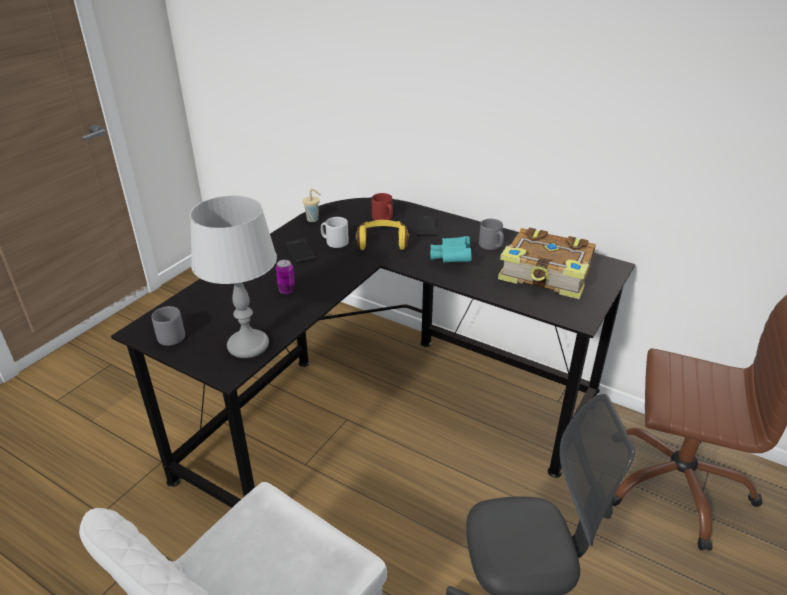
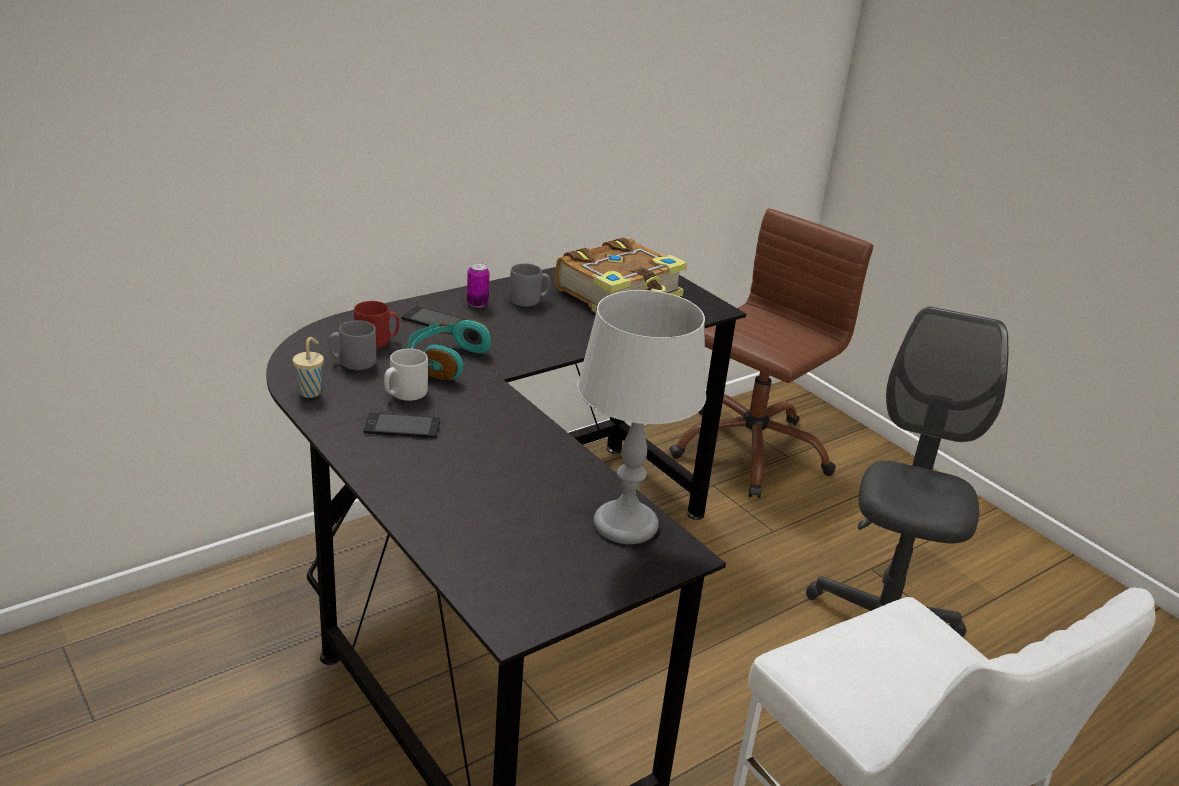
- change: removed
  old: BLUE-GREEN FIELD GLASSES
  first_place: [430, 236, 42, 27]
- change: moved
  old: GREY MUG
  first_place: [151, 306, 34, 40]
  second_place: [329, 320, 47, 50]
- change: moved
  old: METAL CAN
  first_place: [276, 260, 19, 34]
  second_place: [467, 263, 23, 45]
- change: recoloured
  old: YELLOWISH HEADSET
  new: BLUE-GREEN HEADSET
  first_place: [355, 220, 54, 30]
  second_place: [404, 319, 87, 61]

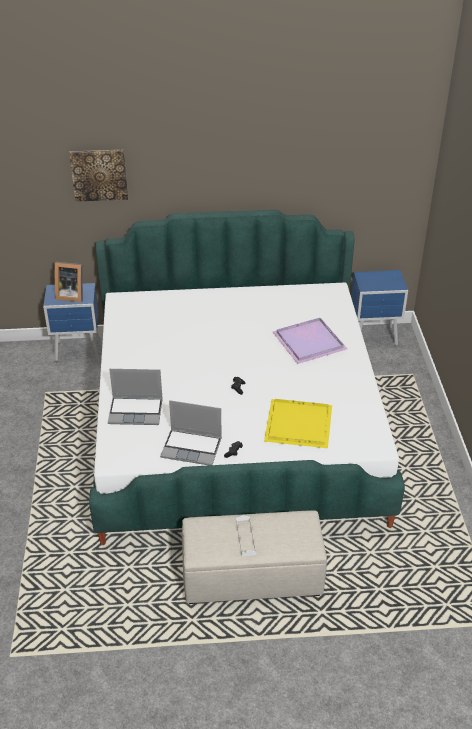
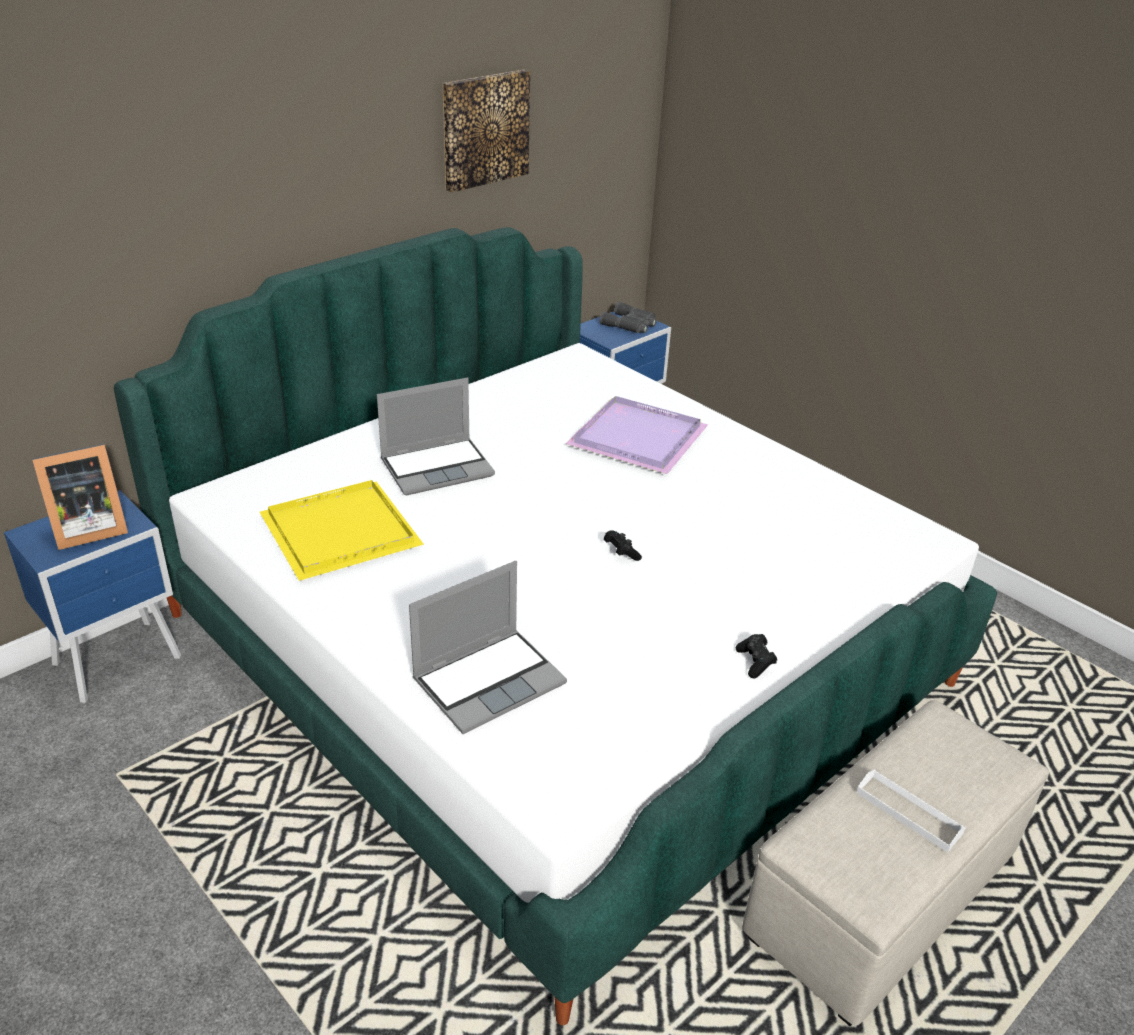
- change: added
  new: GREY FIELD GLASSES
  second_place: [599, 302, 58, 31]
- change: moved
  old: PICTURE
  first_place: [69, 150, 59, 52]
  second_place: [443, 70, 87, 123]
- change: moved
  old: PORTABLE COMPUTER
  first_place: [160, 400, 62, 65]
  second_place: [377, 378, 118, 117]
- change: moved
  old: YELLOWISH TRAY
  first_place: [264, 399, 68, 49]
  second_place: [260, 480, 164, 101]

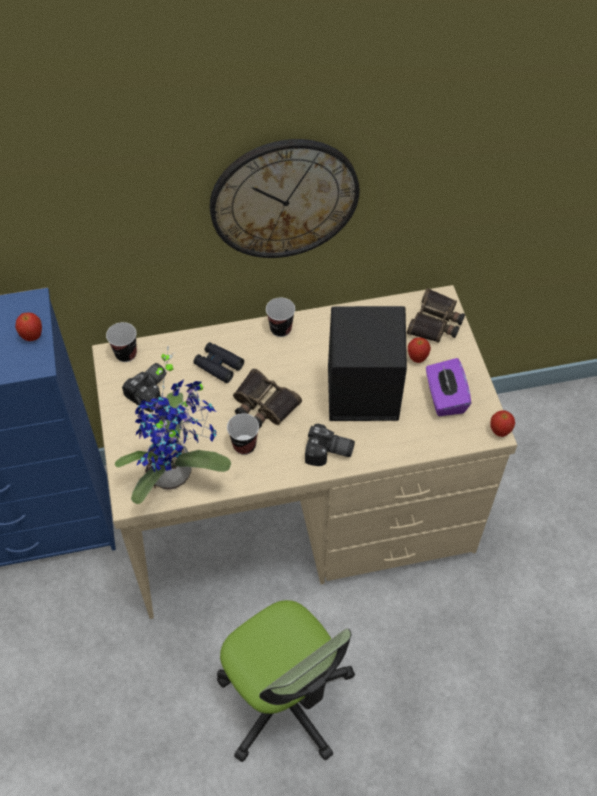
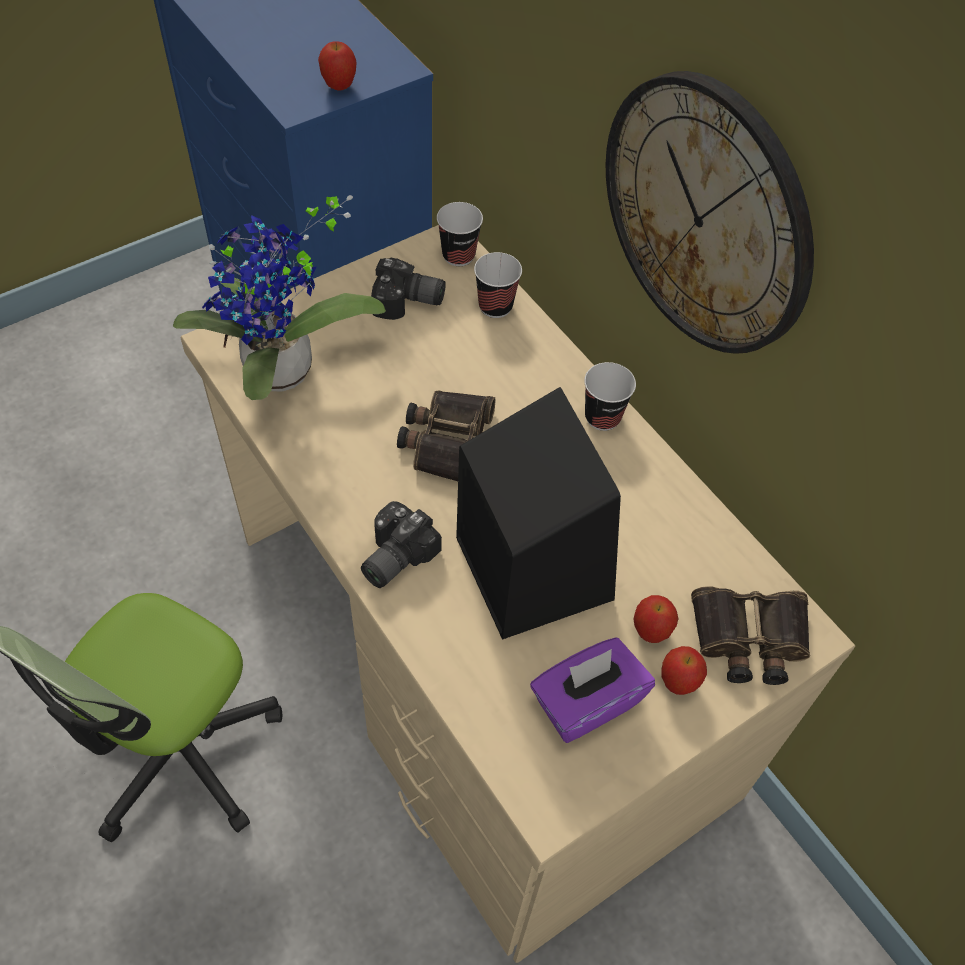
- change: removed
  old: BLACK-COLOURED FIELD GLASSES
  first_place: [193, 342, 51, 41]
- change: moved
  old: SMALL CUP
  first_place: [227, 413, 32, 42]
  second_place: [474, 252, 48, 66]
- change: moved
  old: APPLE
  first_place: [490, 410, 25, 27]
  second_place: [661, 646, 46, 49]
- change: turned
  old: PHOTO CAMERA
  first_place: [305, 424, 50, 42]
  second_place: [361, 501, 81, 87]
  degrees: 45

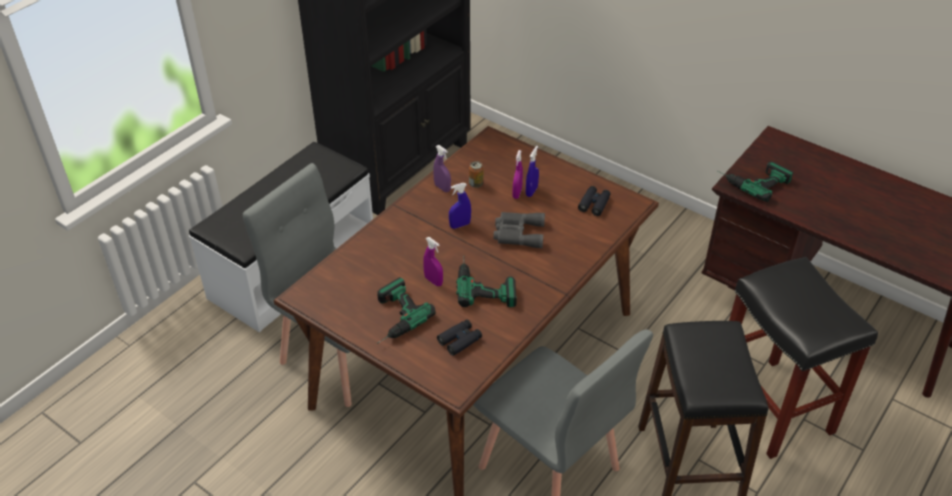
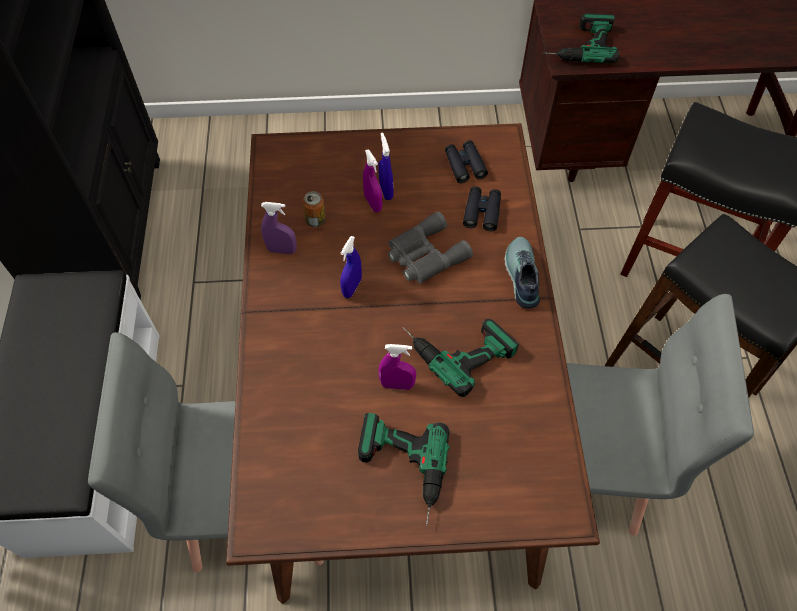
- change: added
  new: LOW SHOE
  second_place: [504, 237, 36, 71]
- change: moved
  old: BLACK-COLOURED FIELD GLASSES
  first_place: [437, 319, 45, 37]
  second_place: [463, 186, 38, 45]

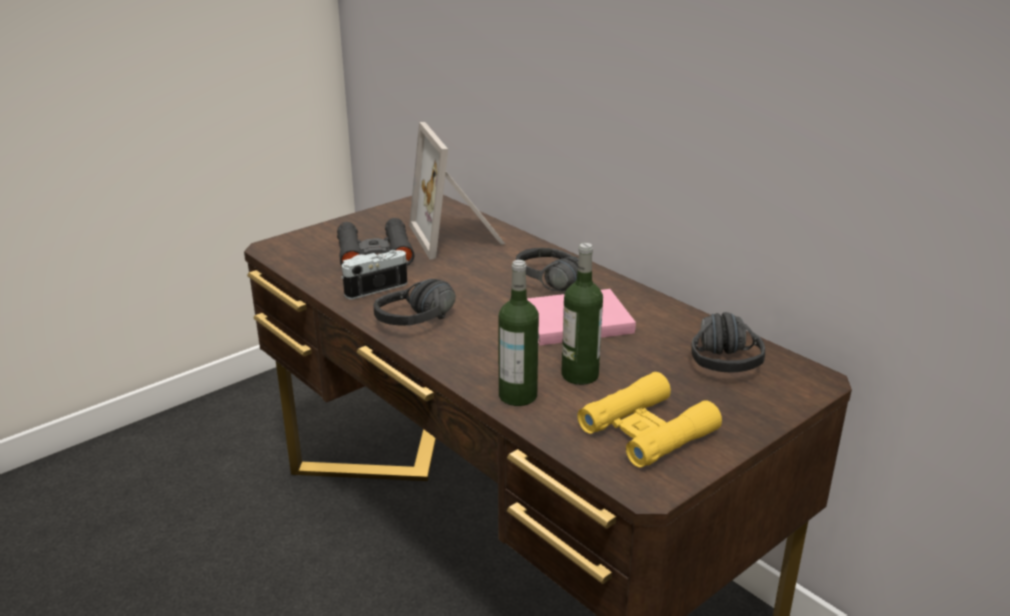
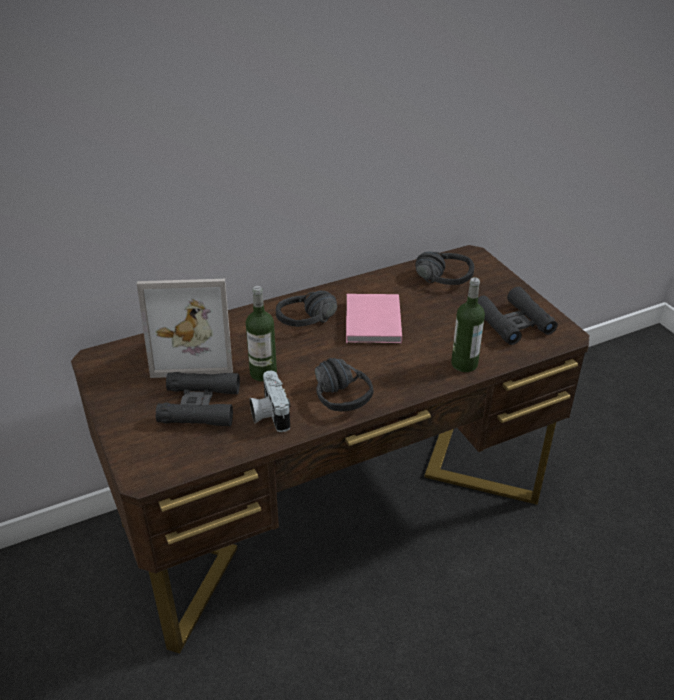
- change: moved
  old: BEVERAGE BOTTLE
  first_place: [561, 243, 42, 142]
  second_place: [246, 286, 31, 96]
- change: recoloured
  old: YELLOWISH FIELD GLASSES
  new: BLACK-COLOURED FIELD GLASSES
  first_place: [577, 372, 145, 96]
  second_place: [478, 287, 80, 58]

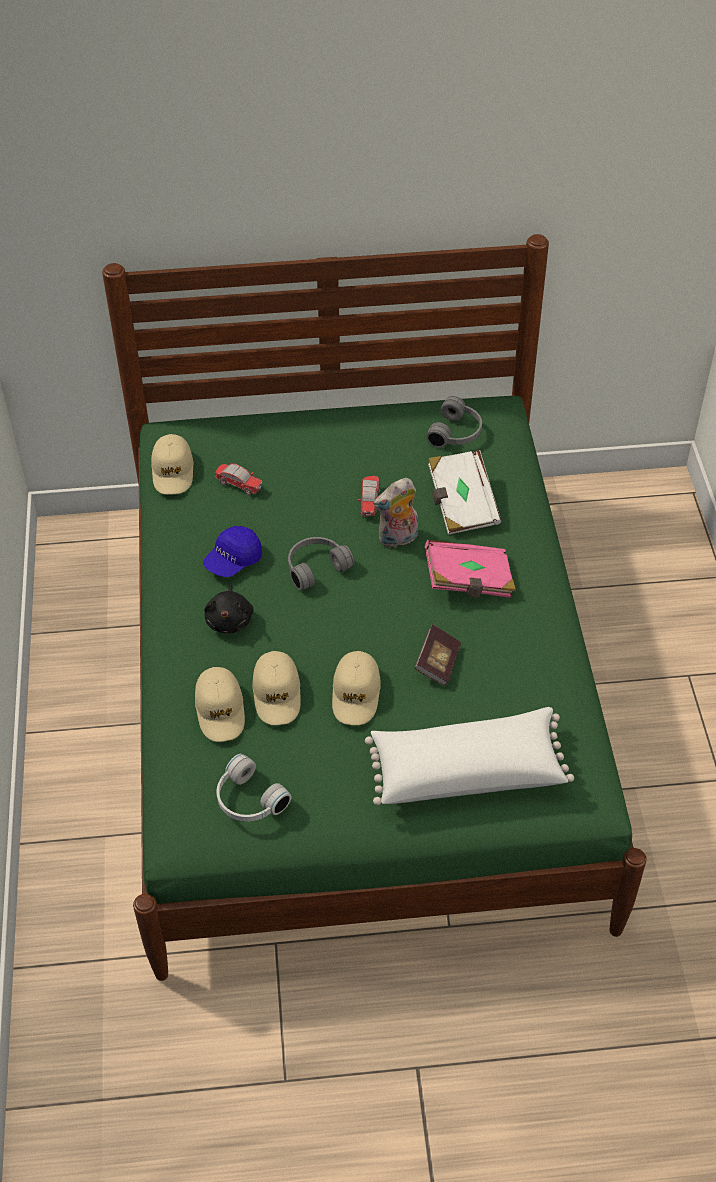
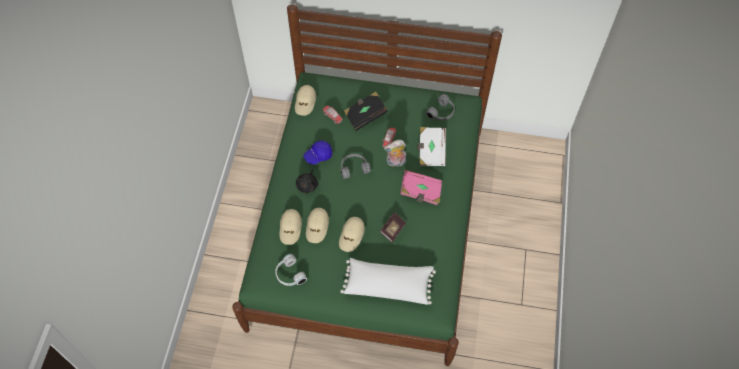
- change: added
  new: BLACK-COLOURED VOLUME
  second_place: [344, 92, 44, 39]

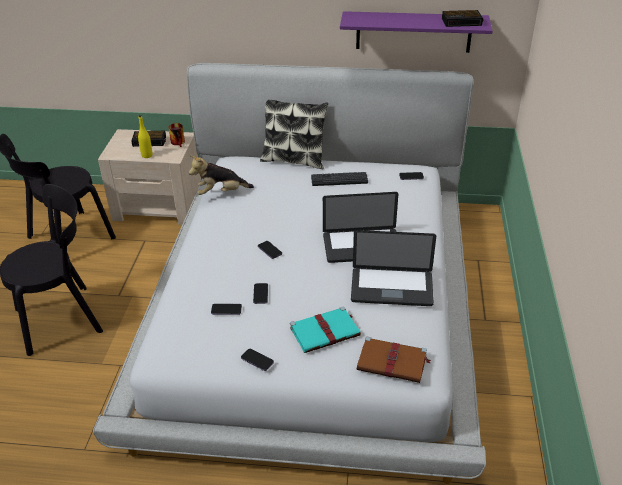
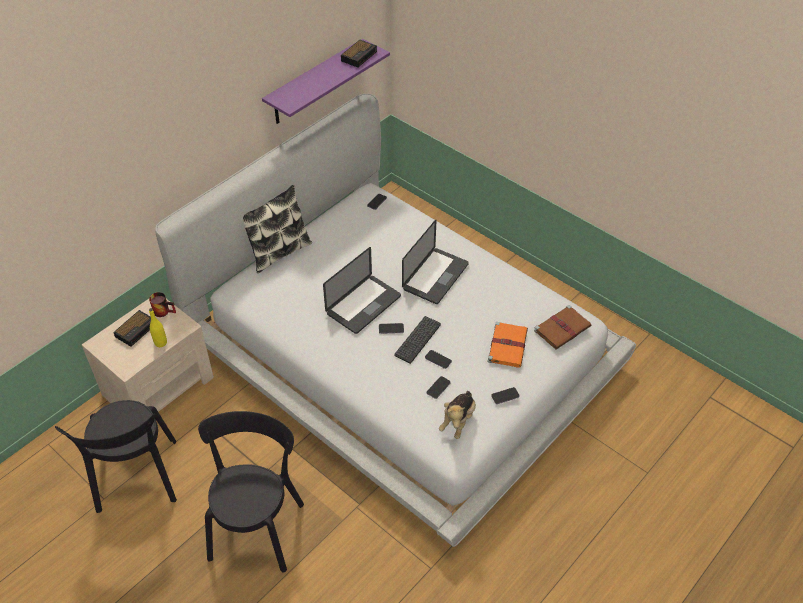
- change: moved
  old: CUDDLY TOY
  first_place: [189, 155, 65, 40]
  second_place: [439, 391, 37, 48]
- change: moved
  old: KEYBOARD
  first_place: [311, 172, 57, 14]
  second_place: [394, 316, 47, 48]
- change: moved
  old: PORTABLE COMPUTER
  first_place: [351, 230, 85, 76]
  second_place: [323, 247, 78, 87]
- change: recoloured
  old: BLUE-GREEN VOLUME
  new: ORANGEY VOLUME
  first_place: [290, 306, 71, 47]
  second_place: [488, 322, 40, 46]

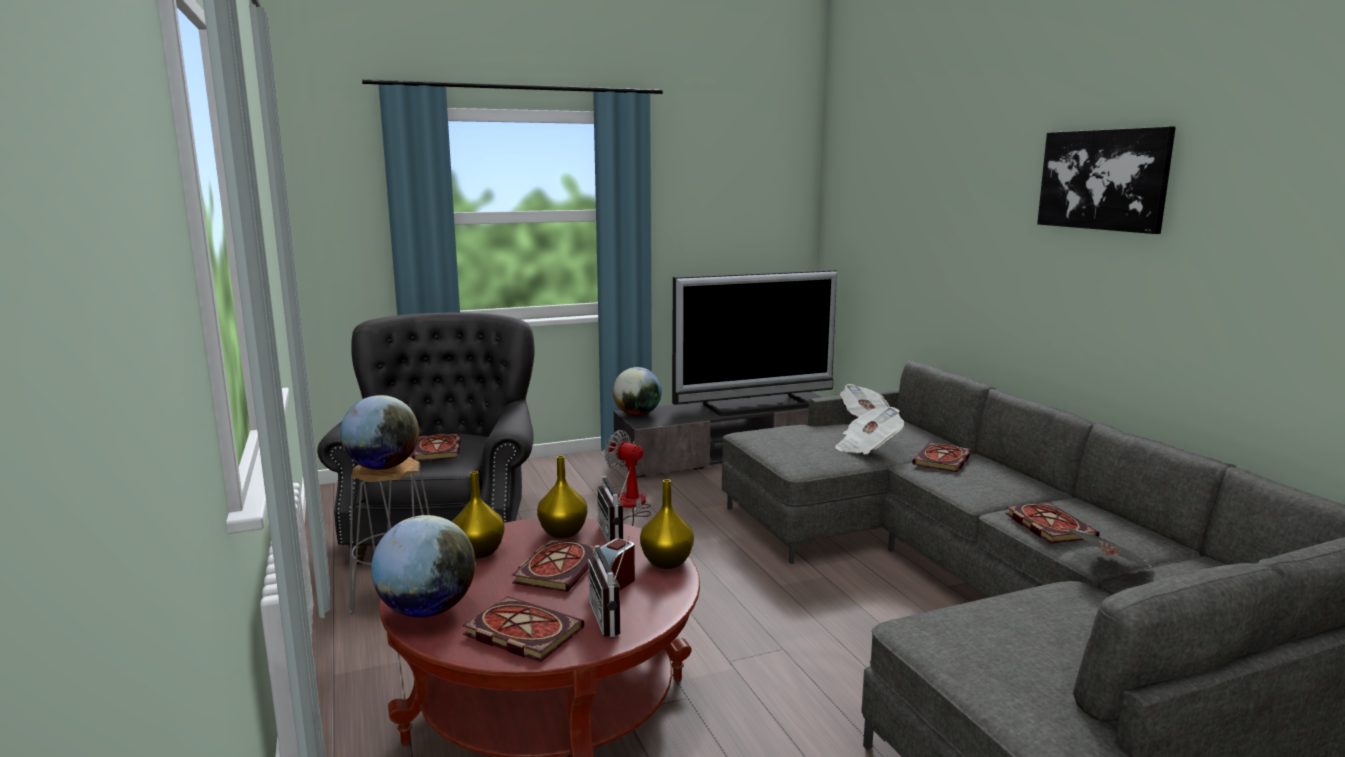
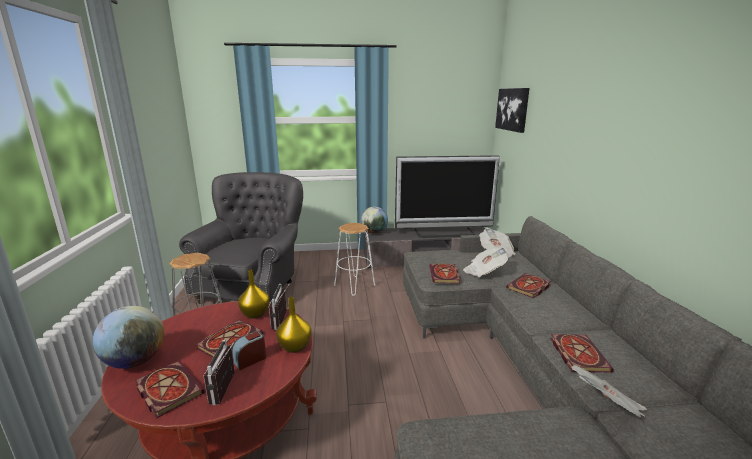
- change: removed
  old: DESK GLOBE
  first_place: [340, 395, 79, 75]
- change: removed
  old: YELLOWISH FLOWER VASE
  first_place: [452, 471, 53, 88]
- change: moved
  old: VOLUME
  first_place: [412, 434, 49, 27]
  second_place: [429, 264, 31, 20]
- change: moved
  old: PICTURE
  first_place: [1037, 126, 139, 108]
  second_place: [495, 88, 35, 45]
- change: replaced
  old: COOLING FAN
  new: WHITISH STOOL SEAT
  first_place: [605, 430, 46, 96]
  second_place: [334, 223, 41, 73]

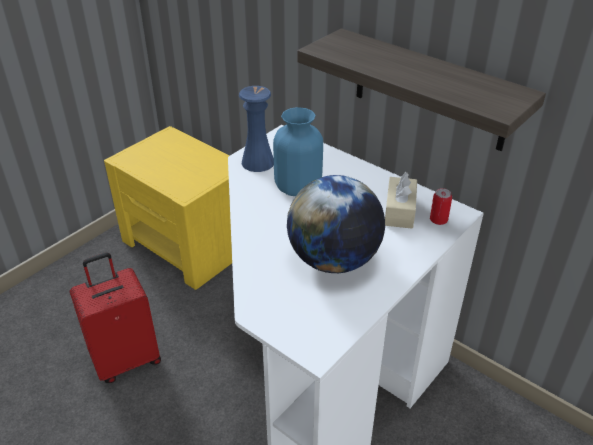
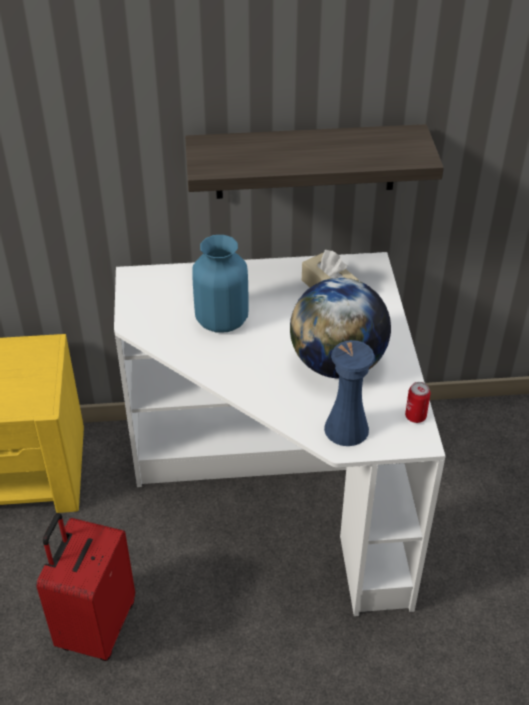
- change: moved
  old: BLUISH FLOWER VASE
  first_place: [239, 86, 35, 86]
  second_place: [324, 340, 51, 106]
- change: moved
  old: METAL CAN
  first_place: [430, 188, 22, 37]
  second_place: [405, 382, 26, 41]

